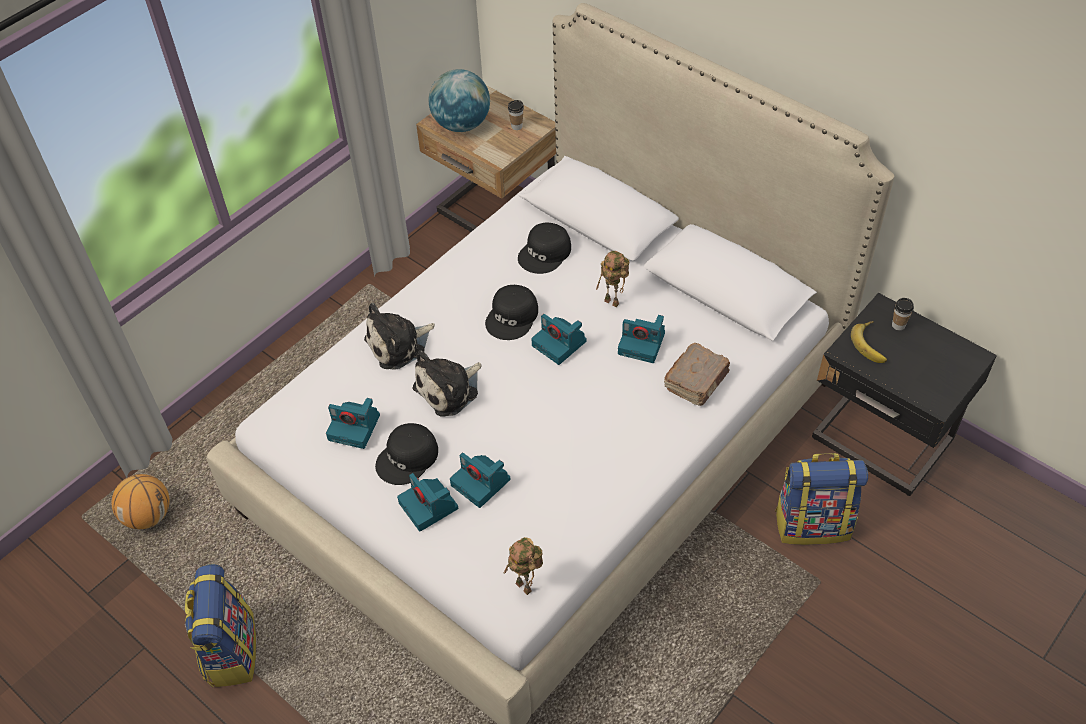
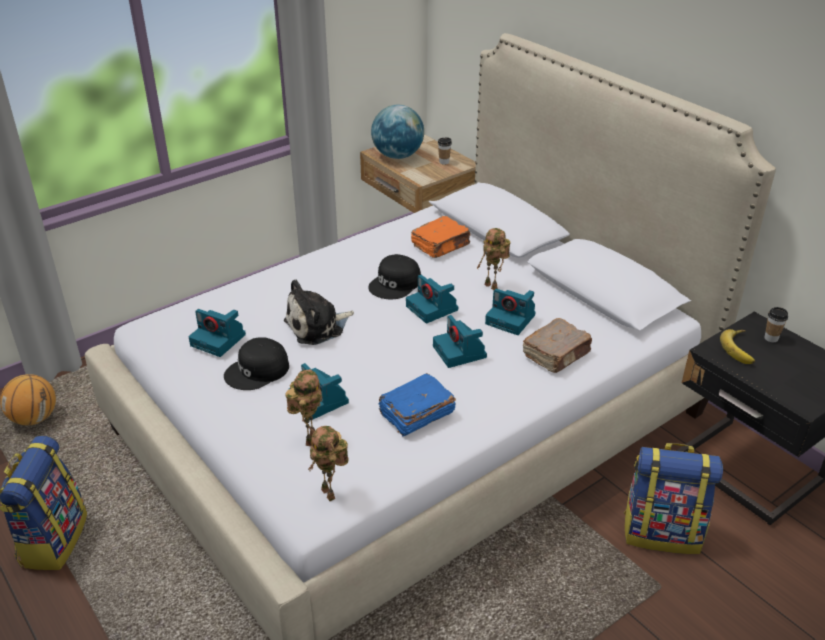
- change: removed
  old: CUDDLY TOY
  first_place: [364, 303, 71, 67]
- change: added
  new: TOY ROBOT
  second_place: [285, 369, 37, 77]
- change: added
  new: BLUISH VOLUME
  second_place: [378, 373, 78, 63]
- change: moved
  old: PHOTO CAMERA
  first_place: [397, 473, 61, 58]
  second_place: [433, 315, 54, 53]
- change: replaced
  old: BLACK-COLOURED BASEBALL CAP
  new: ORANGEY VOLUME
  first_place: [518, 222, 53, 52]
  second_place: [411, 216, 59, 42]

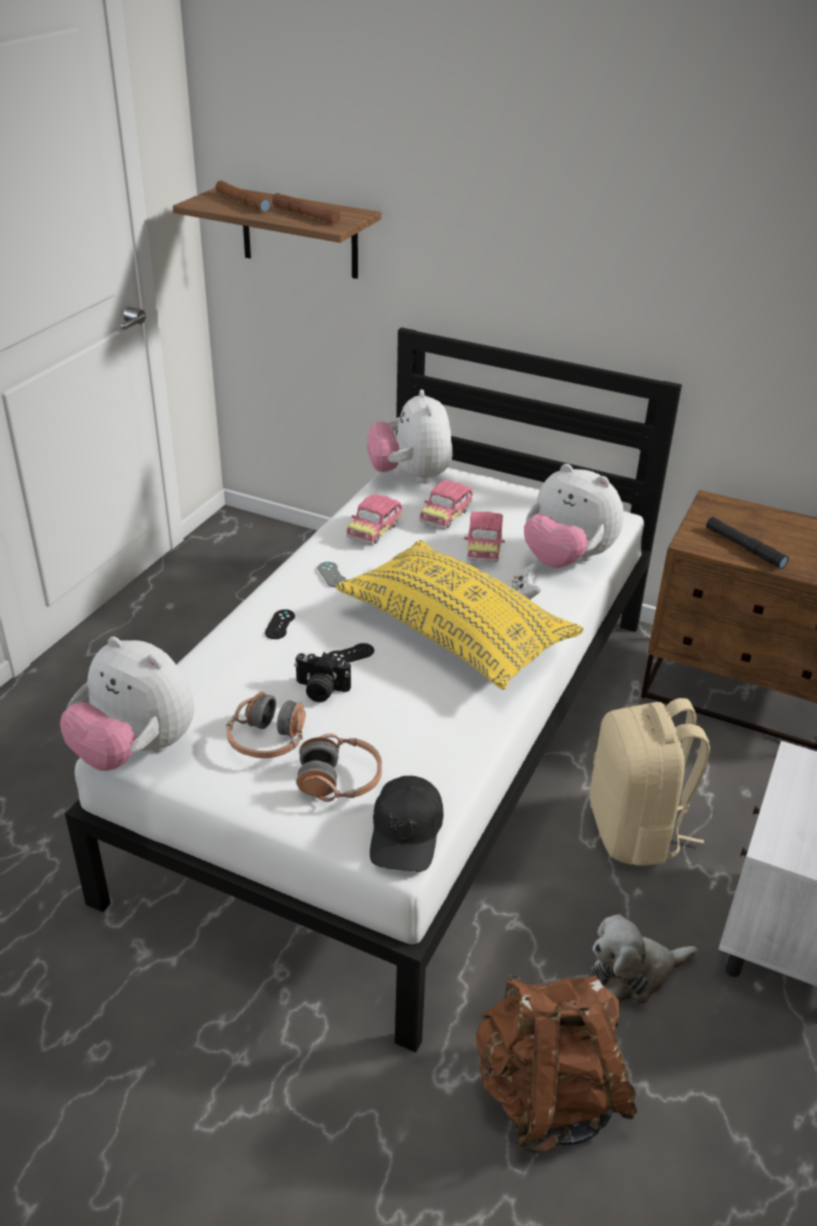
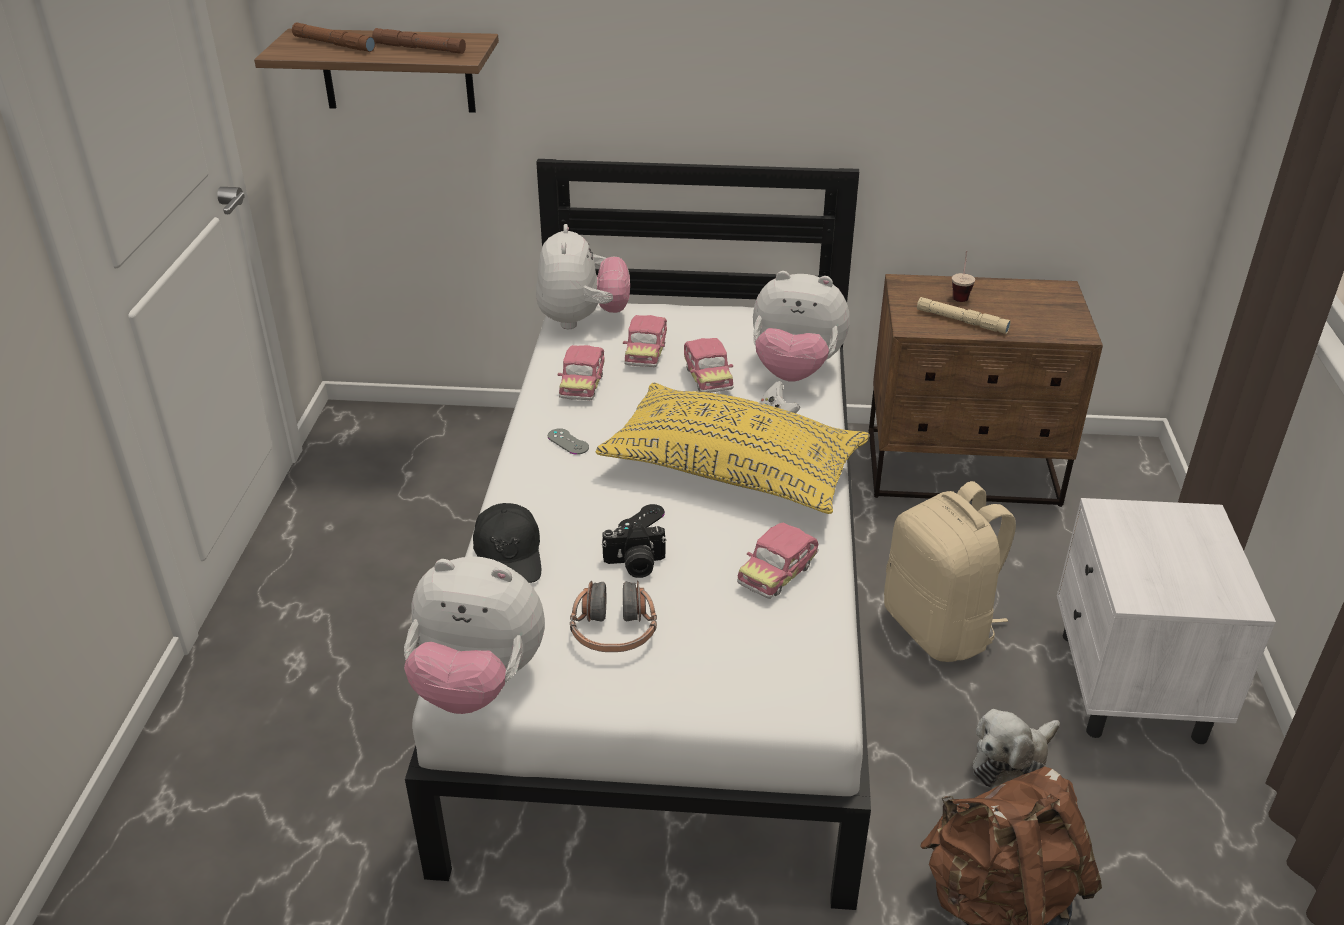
- change: removed
  old: BLACK-COLOURED GAMEPAD
  first_place: [265, 609, 30, 30]
- change: removed
  old: HEADSET
  first_place: [296, 733, 86, 69]
- change: added
  new: MINIATURE CAR
  second_place: [737, 523, 82, 76]
- change: added
  new: SMALL CUP
  second_place: [952, 251, 23, 51]
- change: moved
  old: BLACK-COLOURED BASEBALL CAP
  first_place: [370, 776, 74, 96]
  second_place: [473, 503, 68, 80]
- change: recoloured
  old: BLACK-COLOURED TORCH
  new: BEIGE TORCH
  first_place: [706, 517, 83, 52]
  second_place: [917, 297, 94, 37]
- change: turned
  old: CUDDLY TOY
  first_place: [367, 390, 86, 94]
  second_place: [536, 224, 94, 105]
  degrees: -150

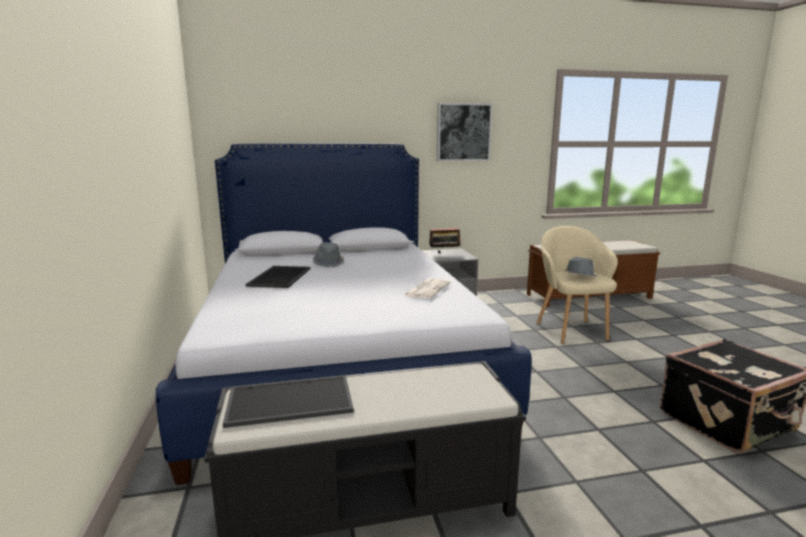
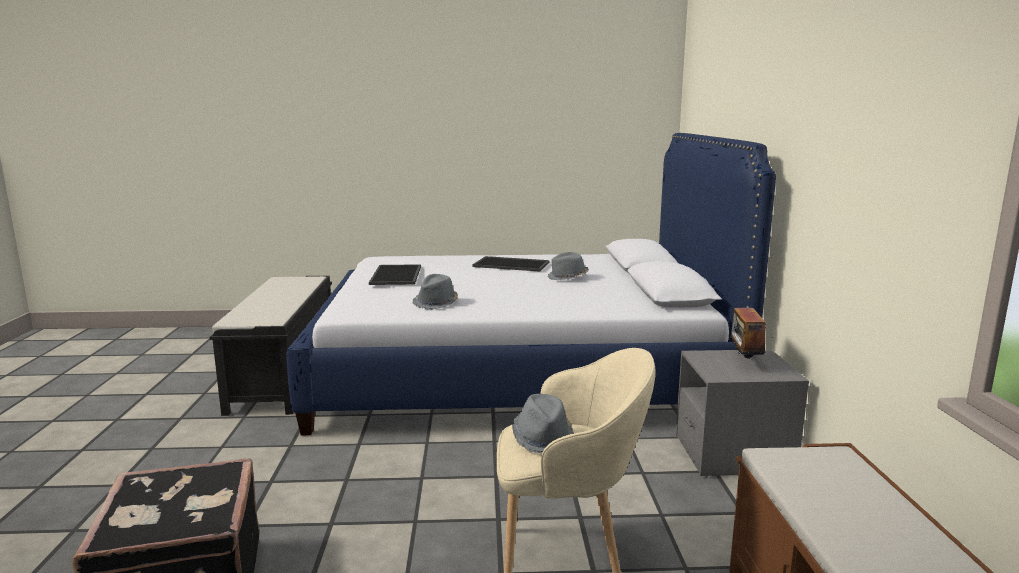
- change: removed
  old: PICTURE
  first_place: [437, 102, 56, 59]
- change: moved
  old: TRAY
  first_place: [223, 375, 131, 53]
  second_place: [369, 264, 52, 21]
- change: replaced
  old: NEWSPAPER
  new: GREY CLOTHING HAT
  first_place: [403, 278, 47, 21]
  second_place: [413, 274, 45, 36]

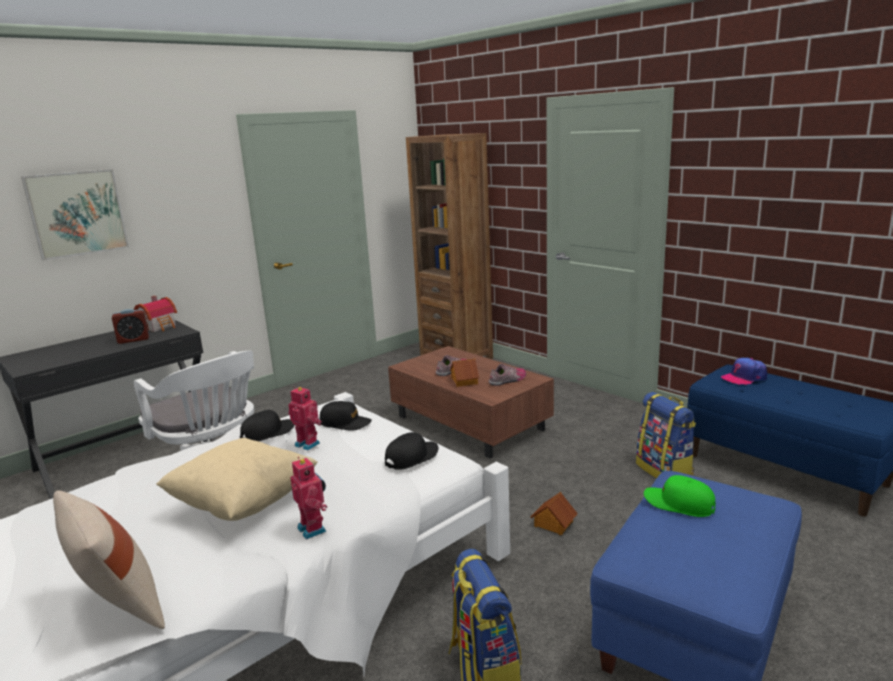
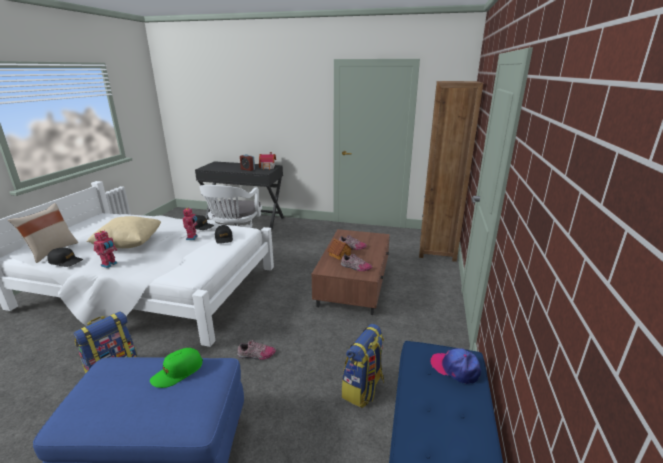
- change: removed
  old: PICTURE
  first_place: [21, 169, 108, 92]
- change: moved
  old: BLACK-COLOURED BASEBALL CAP
  first_place: [385, 432, 53, 38]
  second_place: [47, 248, 36, 19]
- change: replaced
  old: TOY HOUSE
  new: LOW SHOE
  first_place: [531, 492, 47, 43]
  second_place: [237, 340, 39, 20]
- change: turned
  old: GREEN BASEBALL CAP
  first_place: [644, 475, 72, 42]
  second_place: [150, 348, 53, 40]
  degrees: -135

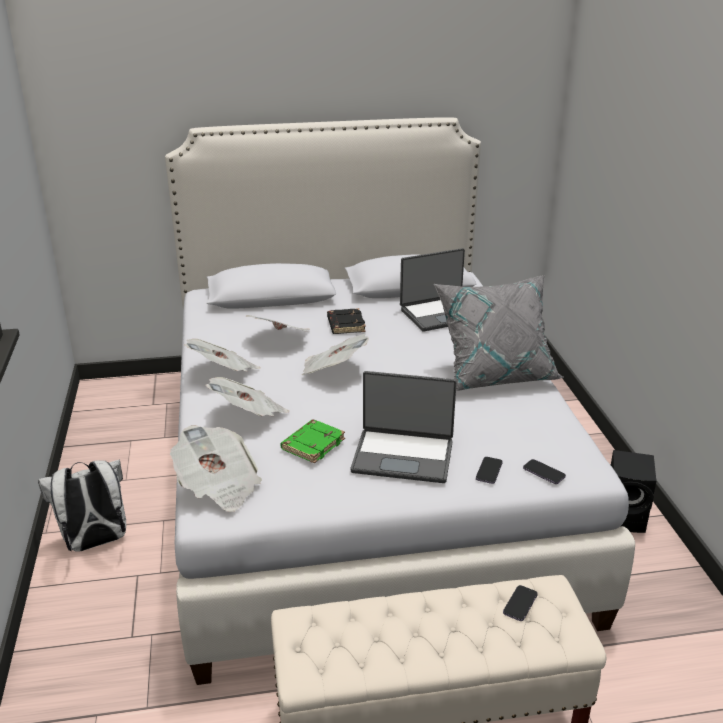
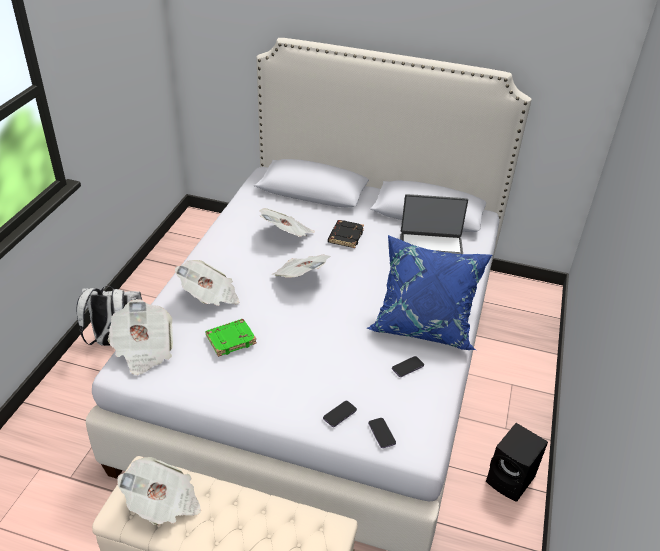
- change: removed
  old: PORTABLE COMPUTER
  first_place: [350, 371, 107, 112]
- change: moved
  old: NEWSPAPER
  first_place: [184, 339, 77, 32]
  second_place: [117, 457, 84, 68]
- change: moved
  old: HANDSET
  first_place: [503, 585, 35, 36]
  second_place: [392, 356, 32, 21]
- change: recoloured
  old: GREY PILLOW
  new: BLUISH PILLOW
  first_place: [434, 275, 130, 115]
  second_place: [367, 235, 125, 115]

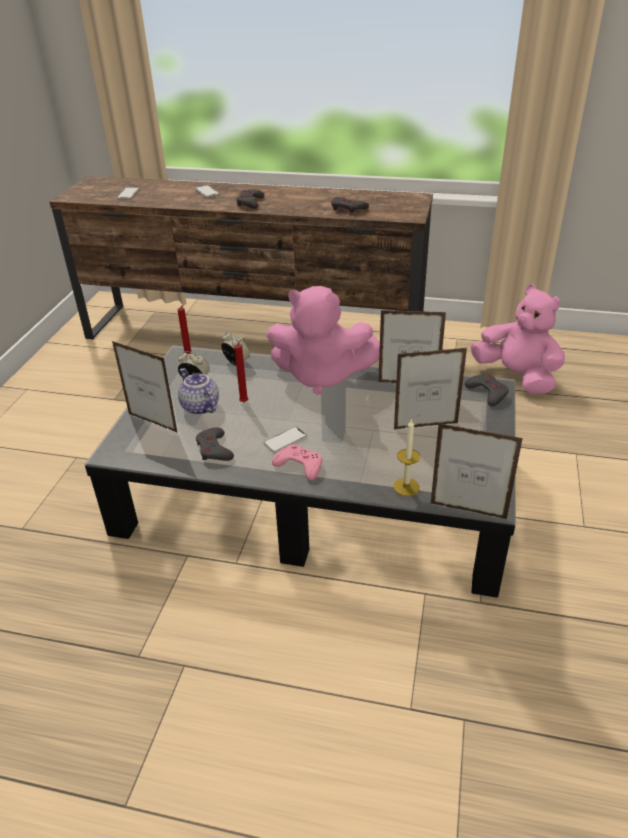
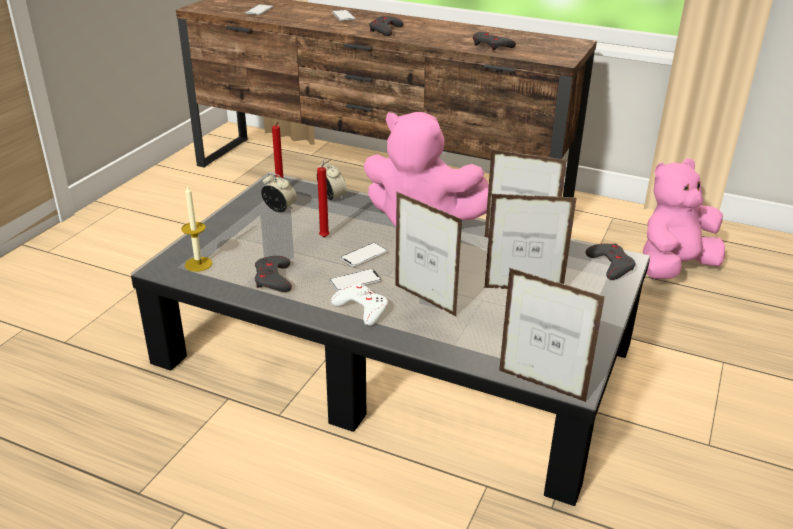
- change: removed
  old: TEA POT
  first_place: [178, 368, 41, 47]
- change: added
  new: HANDSET
  second_place: [340, 242, 48, 25]
- change: moved
  old: STANDING FRAME
  first_place: [112, 341, 66, 92]
  second_place: [395, 192, 67, 125]
- change: moved
  old: CANDLE
  first_place: [393, 418, 27, 78]
  second_place: [181, 184, 32, 88]
- change: recoloured
  old: PINK-COLOURED GAMEPAD
  new: WHITISH GAMEPAD
  first_place: [272, 444, 50, 37]
  second_place: [331, 284, 57, 42]
- change: turned
  old: PINK-COLOURED CUDDLY TOY
  first_place: [471, 284, 94, 110]
  second_place: [643, 158, 82, 121]
  degrees: -90

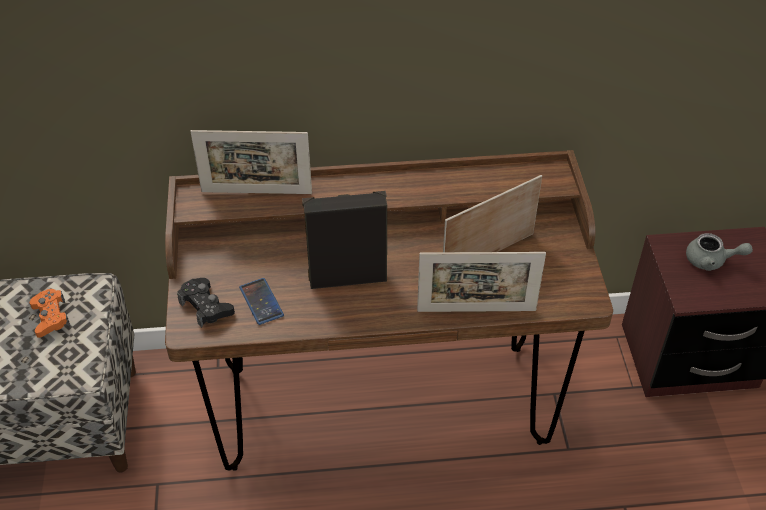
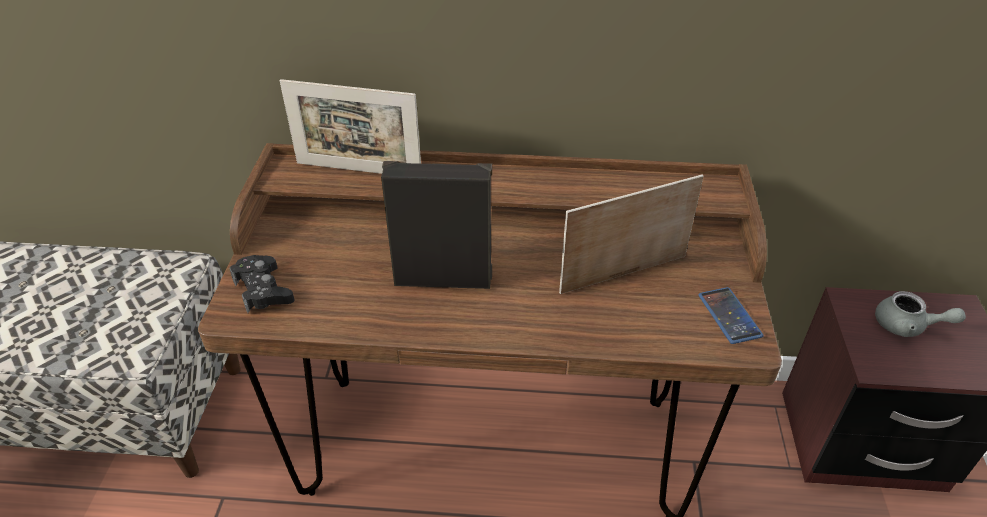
- change: removed
  old: ORANGEY GAMEPAD
  first_place: [30, 289, 40, 49]
- change: removed
  old: STANDING FRAME
  first_place: [417, 252, 129, 60]
- change: moved
  old: HANDSET
  first_place: [239, 278, 45, 47]
  second_place: [698, 287, 66, 57]

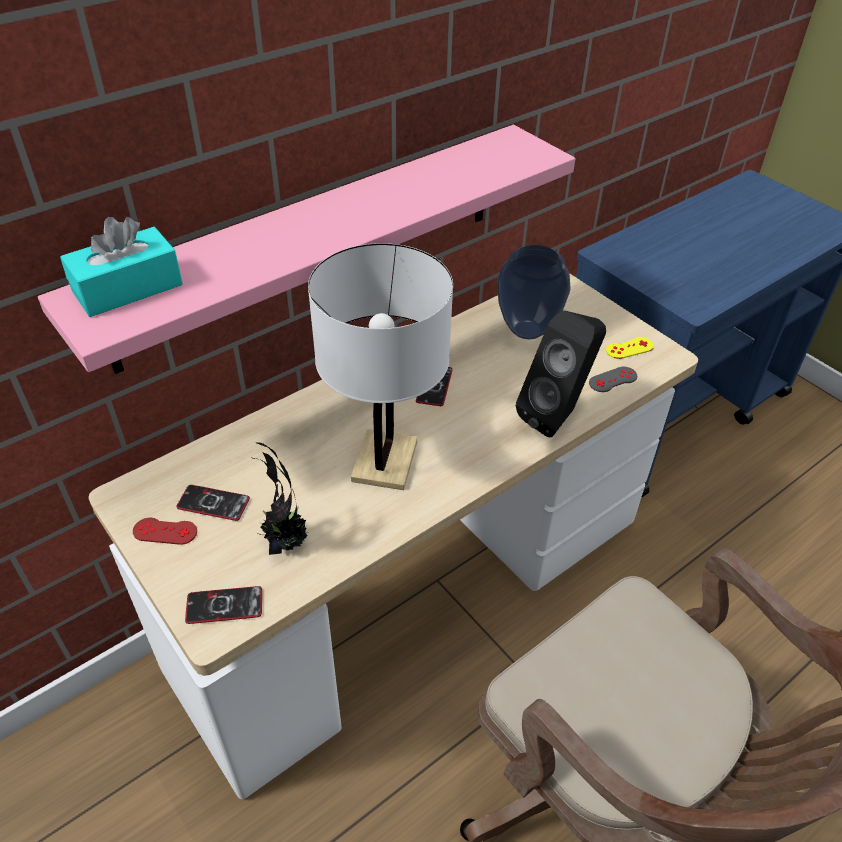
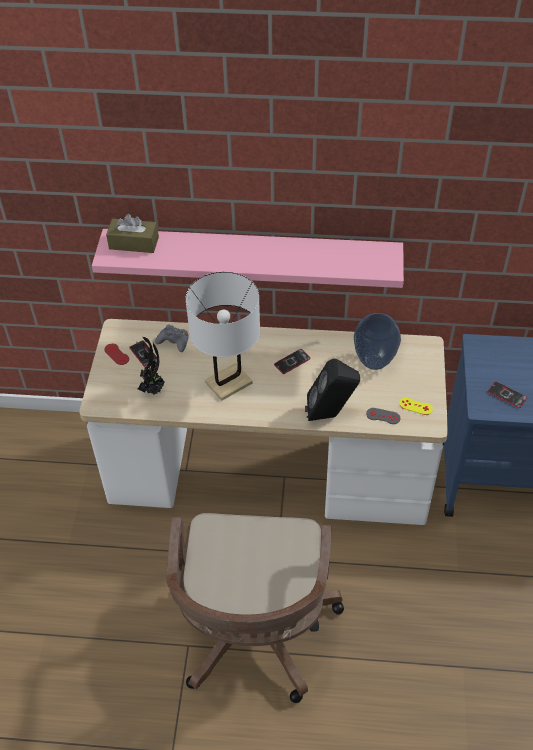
- change: added
  new: GREY GAMEPAD
  second_place: [155, 325, 34, 27]
- change: moved
  old: HANDSET
  first_place: [185, 586, 77, 38]
  second_place: [487, 382, 40, 26]
- change: recoloured
  old: BLUE-GREEN TISSUE HOLDER
  new: BROWN-COLOURED TISSUE HOLDER
  first_place: [60, 217, 123, 100]
  second_place: [106, 214, 53, 39]

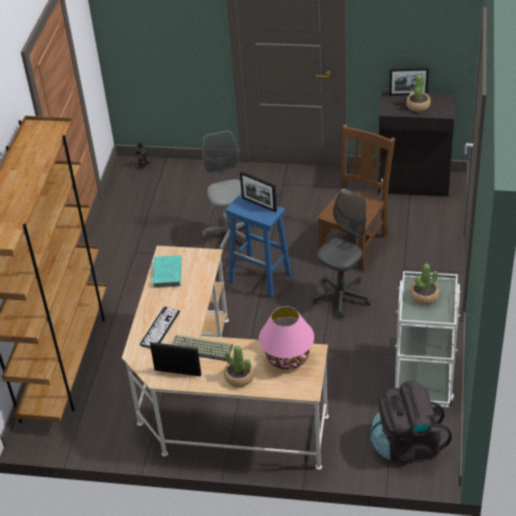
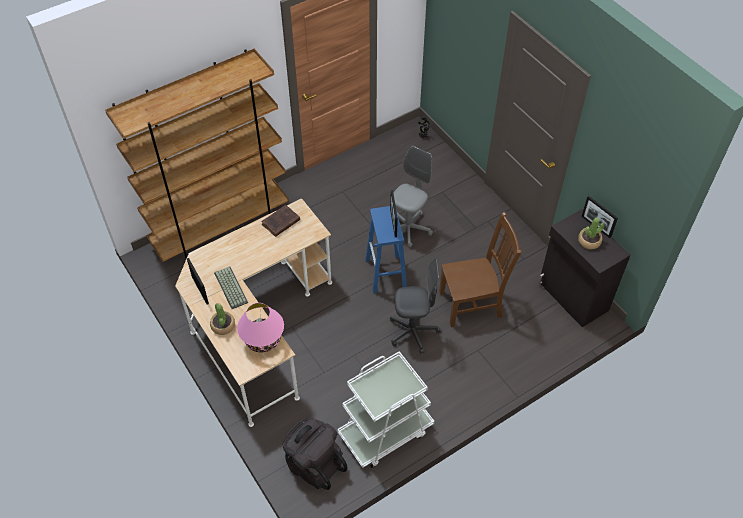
- change: removed
  old: KEYBOARD
  first_place: [140, 307, 40, 42]
- change: removed
  old: PLANT IN A POT
  first_place: [410, 264, 29, 41]
- change: recoloured
  old: BLUE-GREEN VOLUME
  new: BROWN-COLOURED VOLUME
  first_place: [153, 255, 28, 33]
  second_place: [261, 205, 39, 32]

